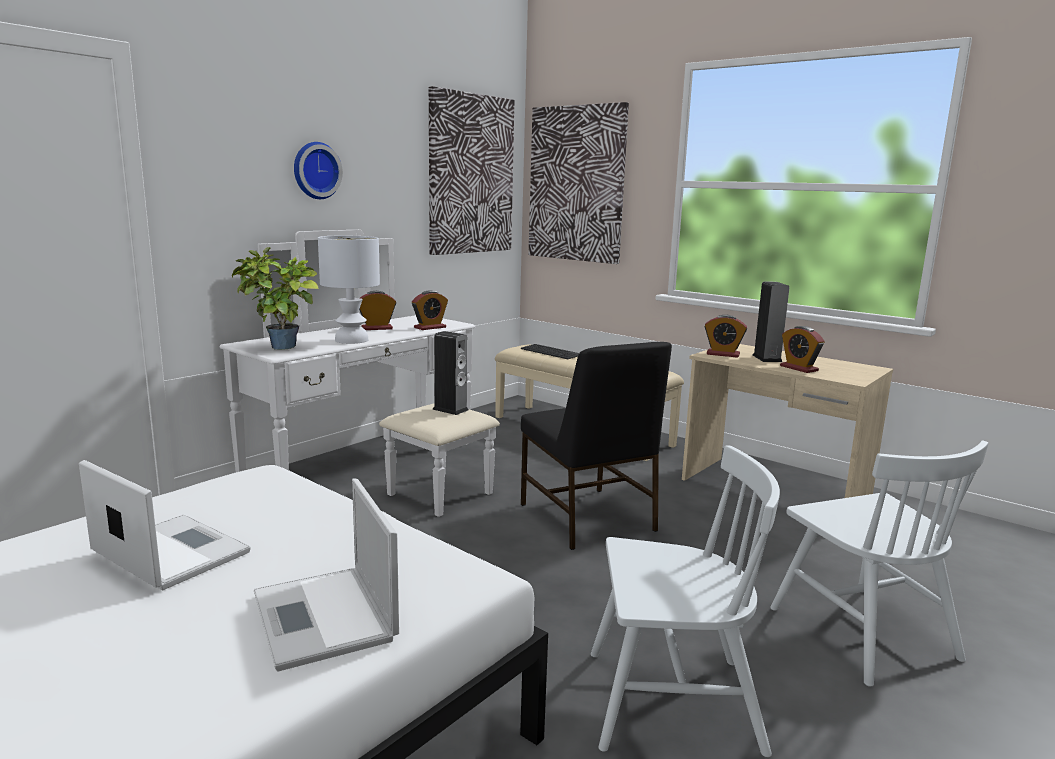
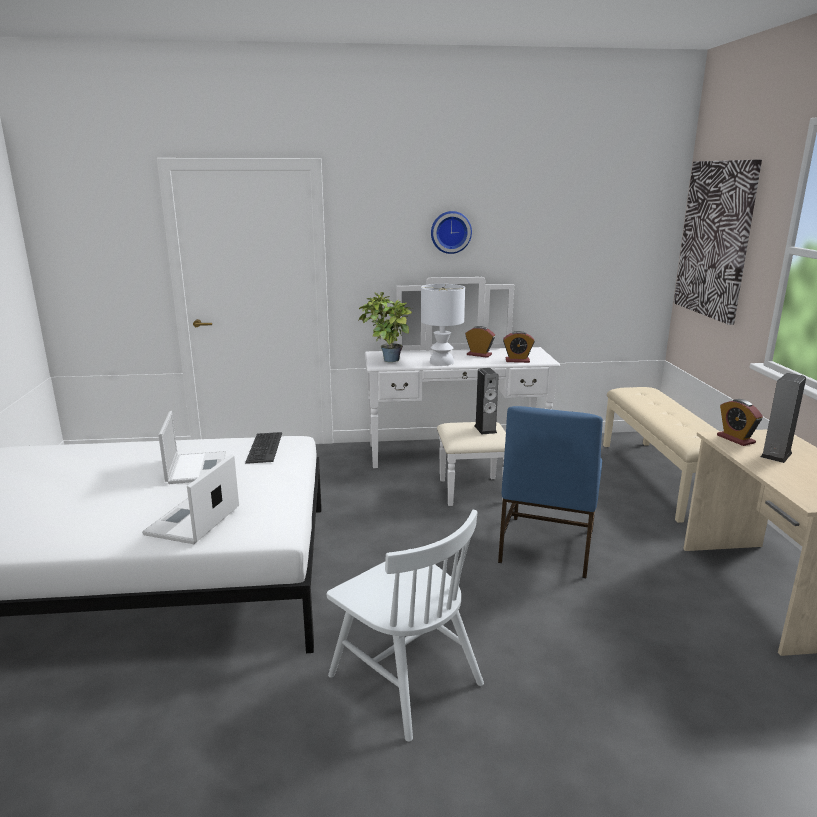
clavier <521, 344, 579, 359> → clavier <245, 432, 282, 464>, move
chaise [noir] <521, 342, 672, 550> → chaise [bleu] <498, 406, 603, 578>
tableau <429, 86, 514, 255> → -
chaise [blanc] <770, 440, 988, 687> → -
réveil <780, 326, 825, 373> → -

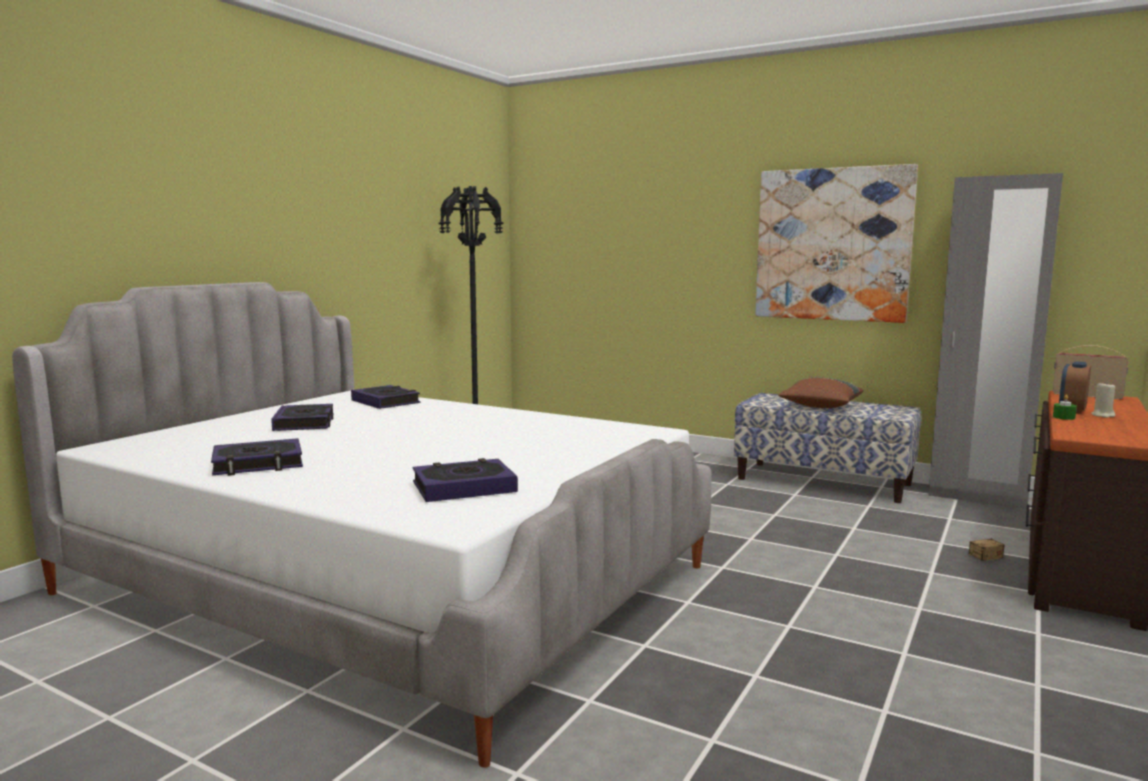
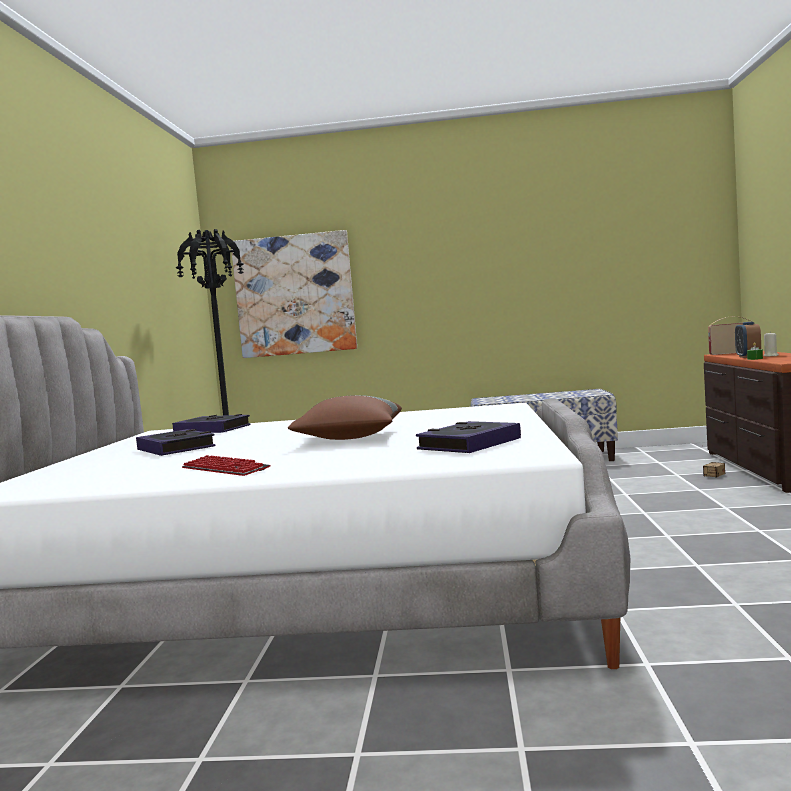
livre <211, 438, 303, 476> → clavier <182, 455, 271, 476>
tableau <755, 164, 918, 323> → tableau <231, 230, 357, 358>, move
coussin [marron] <778, 377, 863, 408> → coussin [marron] <288, 395, 402, 440>, move
armoire [gris] <928, 173, 1063, 510> → -

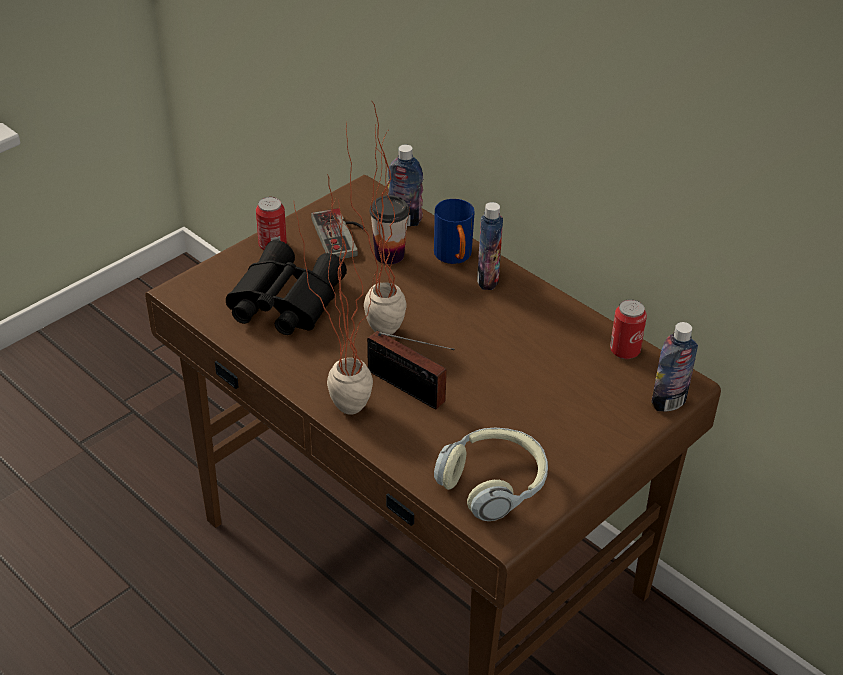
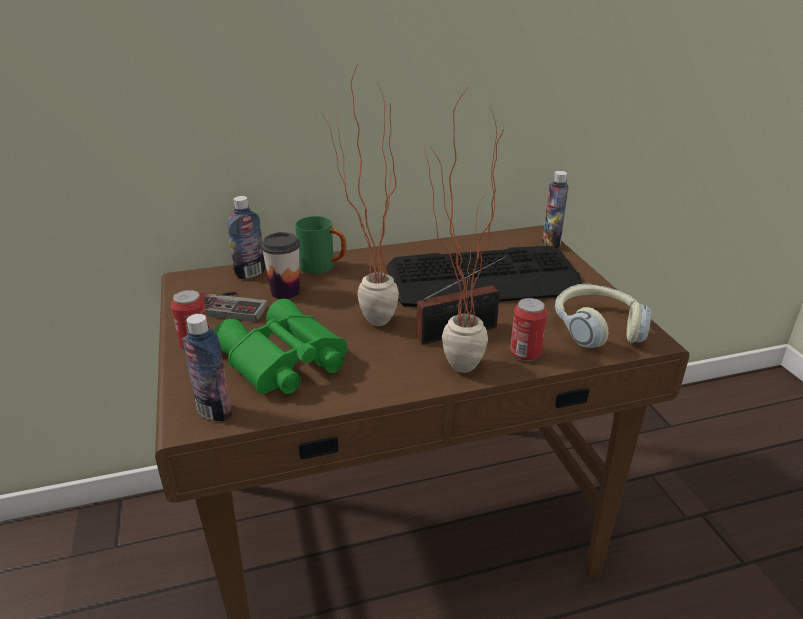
bouteille <477, 202, 503, 290> → bouteille <182, 314, 232, 421>, move
jumelles [noir] <226, 240, 347, 335> → jumelles [vert] <214, 299, 347, 394>
mug [bleu] <434, 199, 475, 264> → mug [vert] <295, 216, 346, 274>
- → clavier <386, 246, 582, 307>
boîte métallique <610, 299, 647, 359> → boîte métallique <510, 298, 547, 361>, move

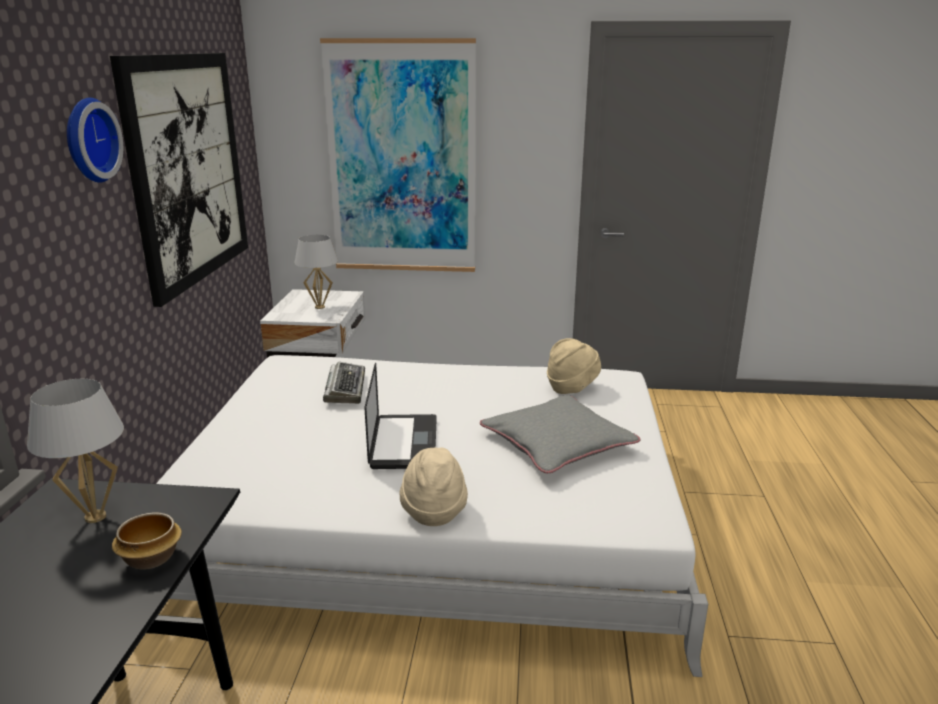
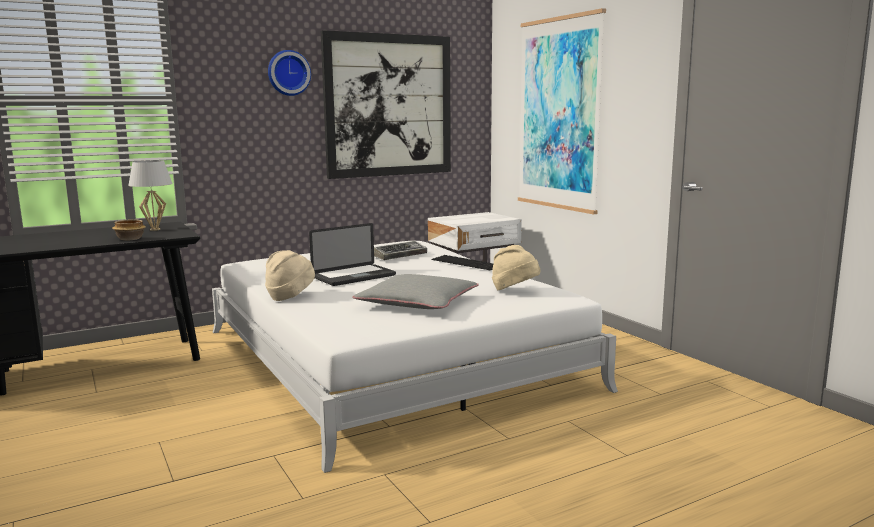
- → clavier <431, 255, 493, 270>
lampe de table [blanc] <294, 235, 338, 309> → -

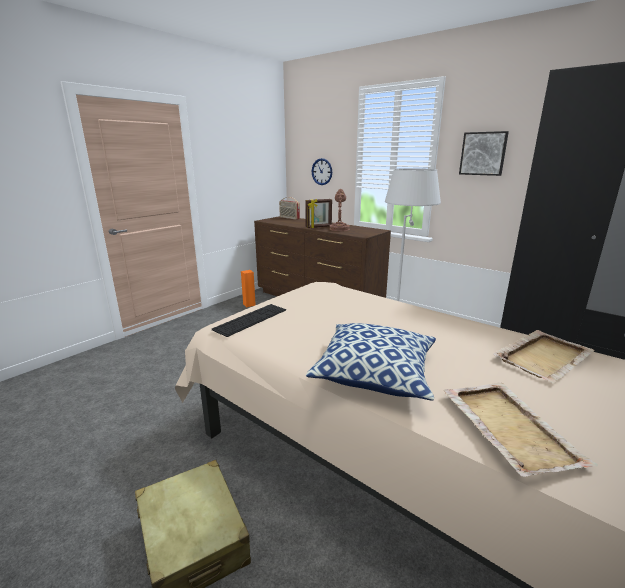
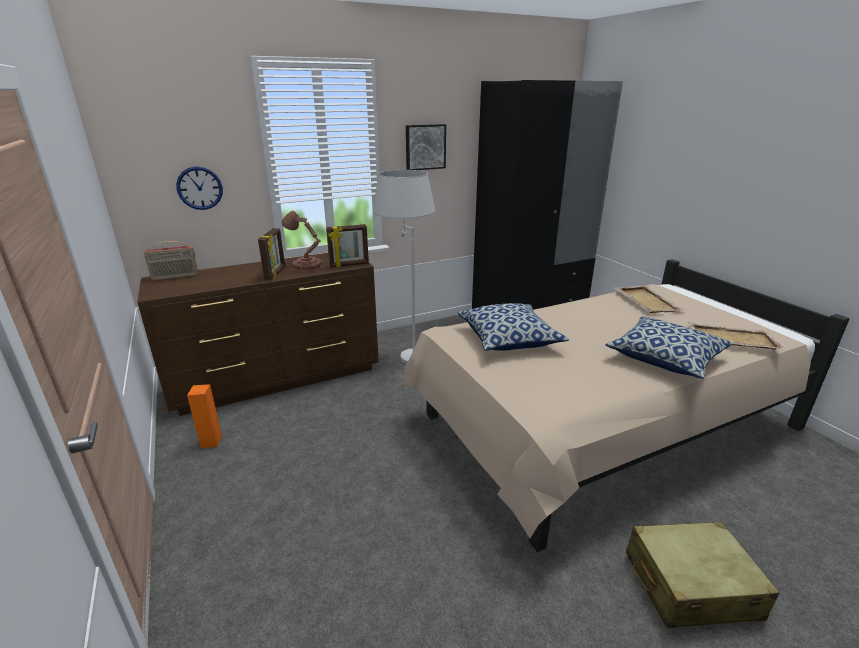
- → cadre photo <326, 224, 369, 267>
- → coussin <458, 303, 569, 351>
clavier <212, 304, 286, 337> → -

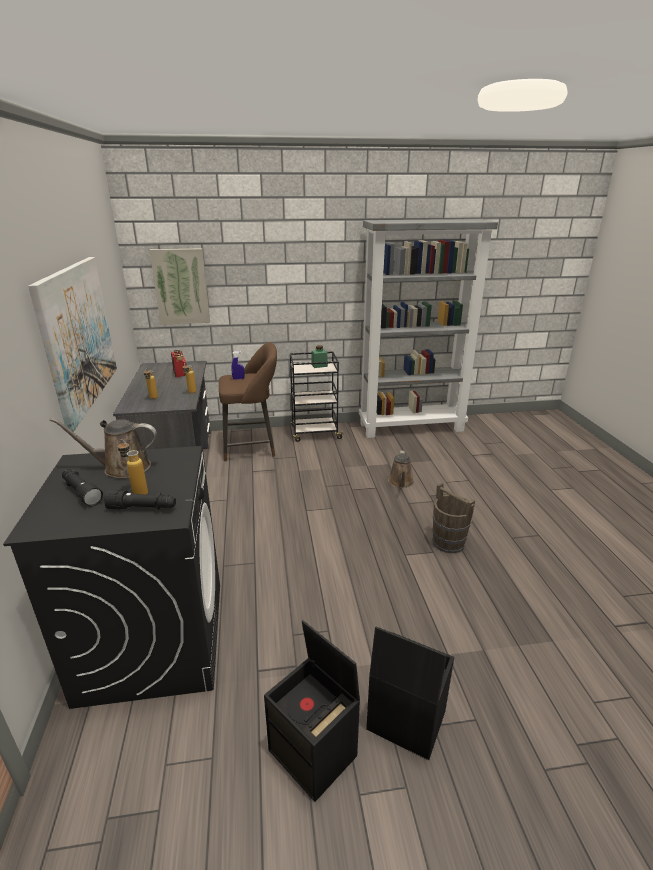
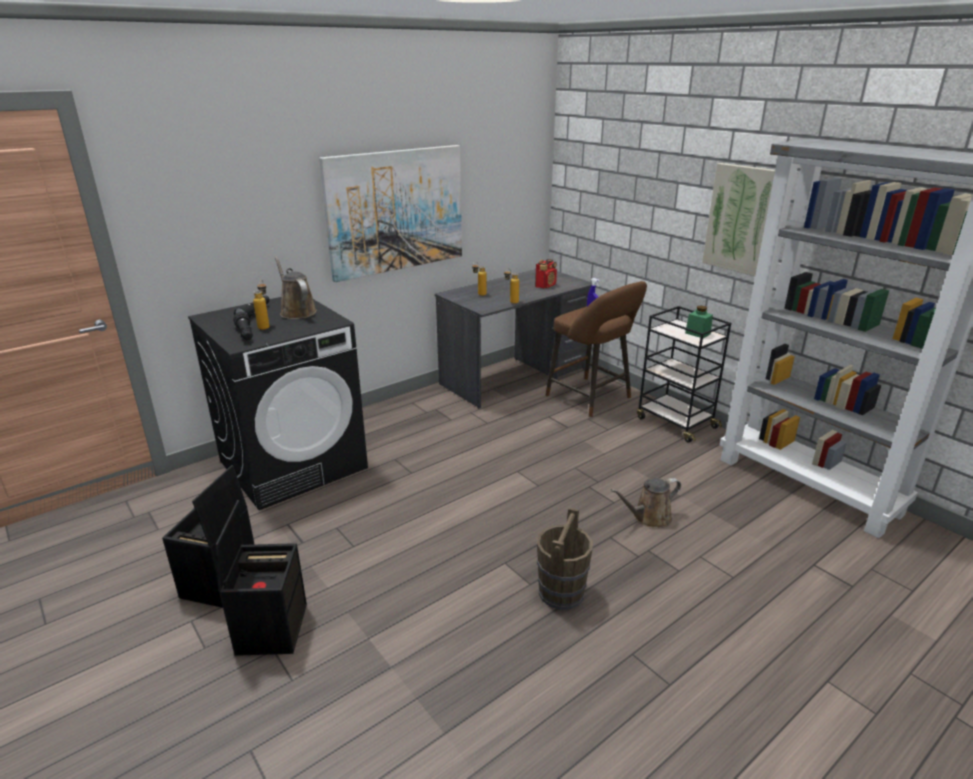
tableau <149, 248, 210, 325> → tableau <702, 163, 775, 276>, move

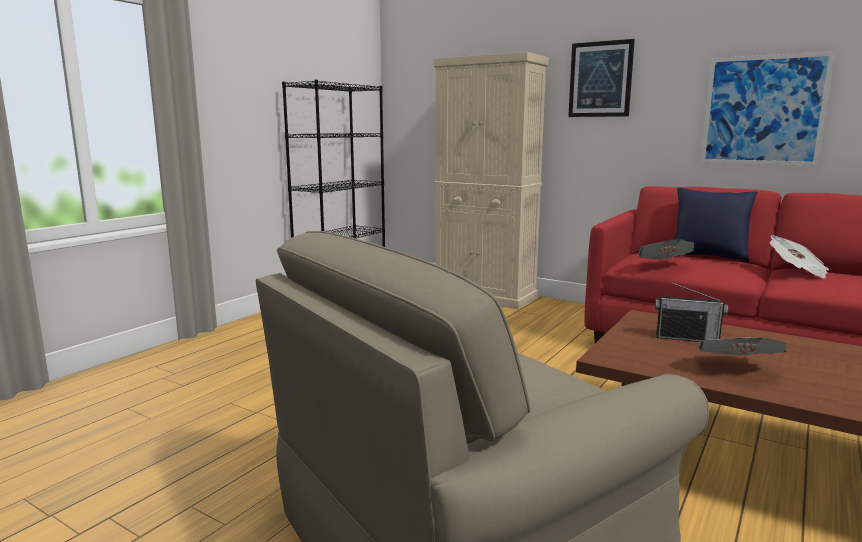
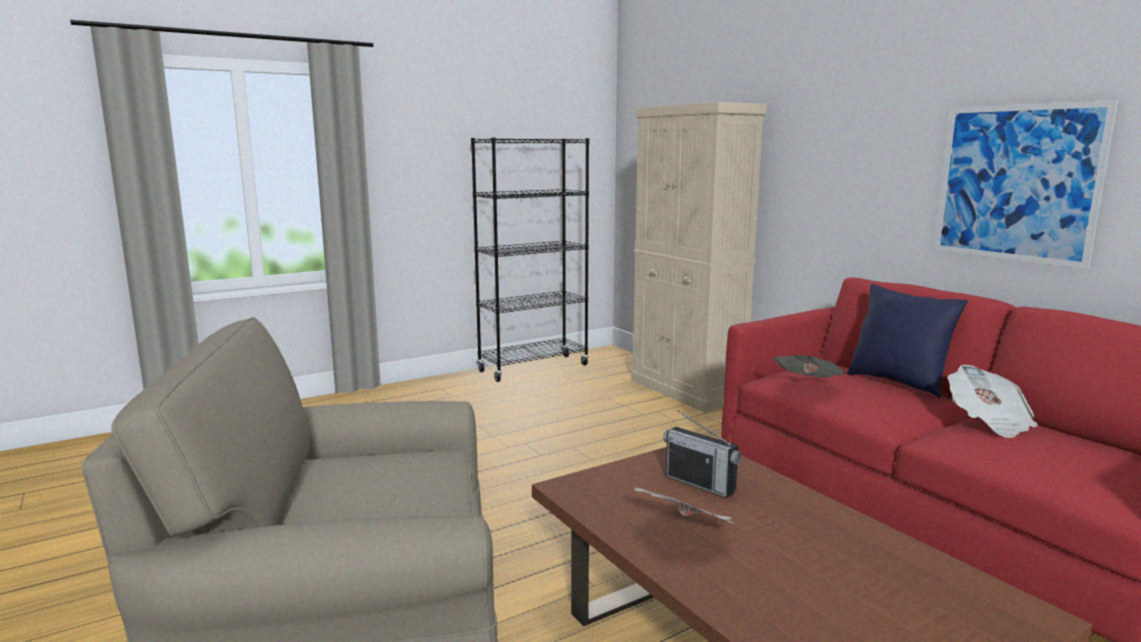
tableau <568, 39, 635, 117> → -

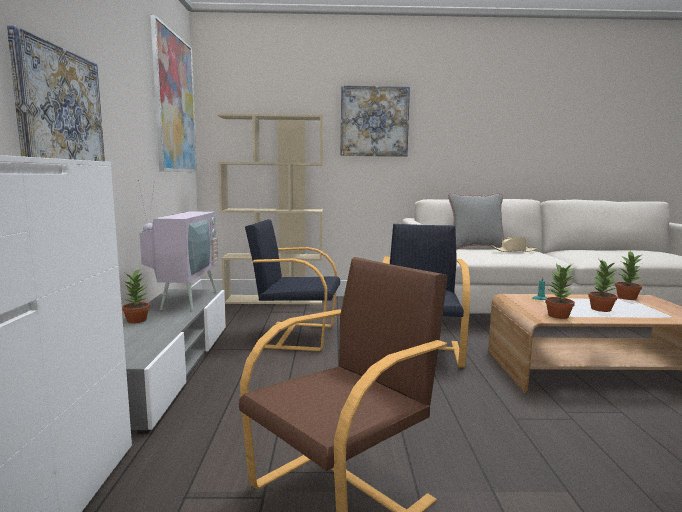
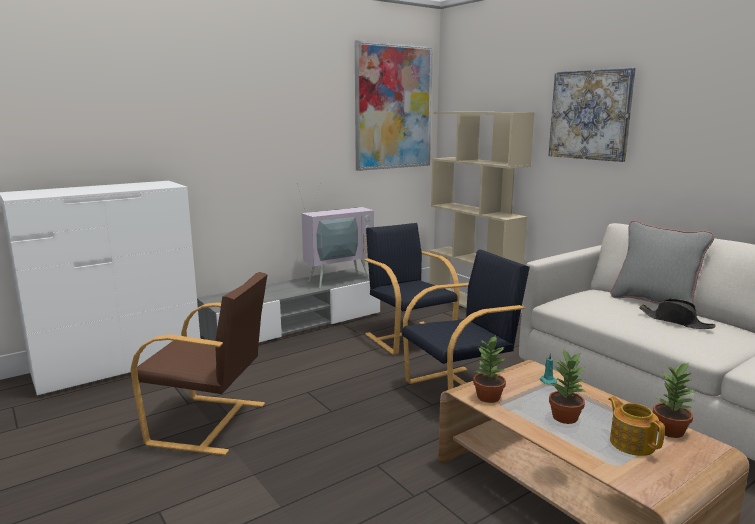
- → théière <608, 396, 665, 456>
chapeau [beige] <491, 237, 537, 252> → chapeau [noir] <639, 299, 716, 329>
tableau <7, 25, 105, 161> → -
plante en pot <122, 270, 150, 323> → -

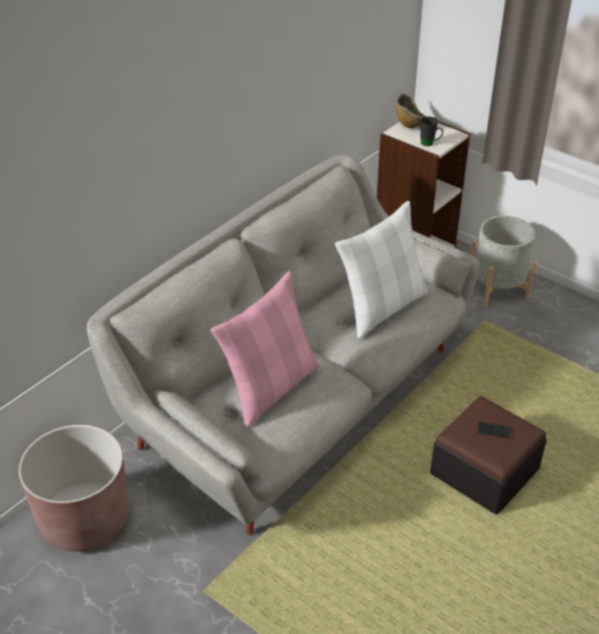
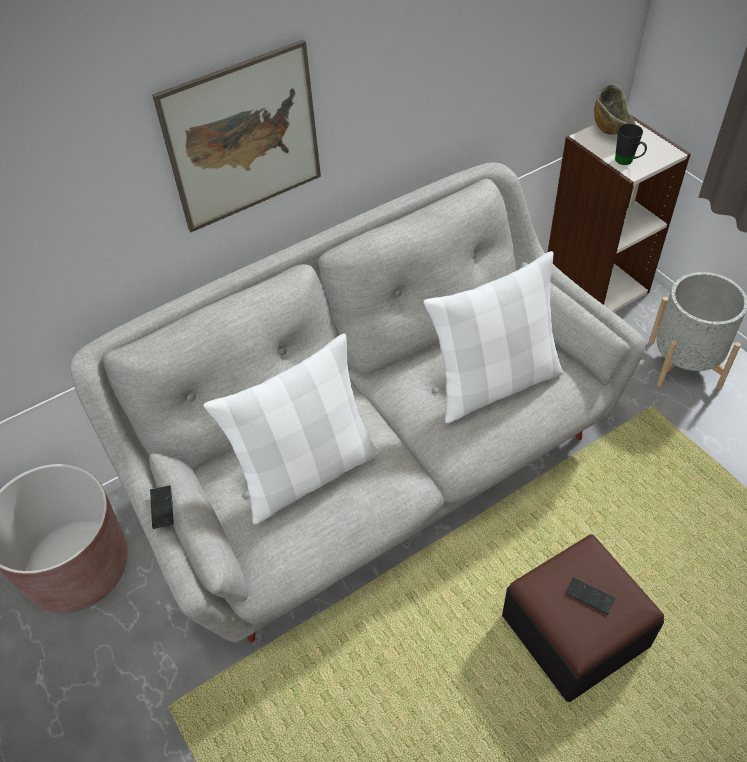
- → téléphone <150, 485, 174, 529>
- → tableau <152, 40, 321, 232>
coussin [rose] <211, 271, 319, 427> → coussin [blanc] <203, 333, 380, 524>

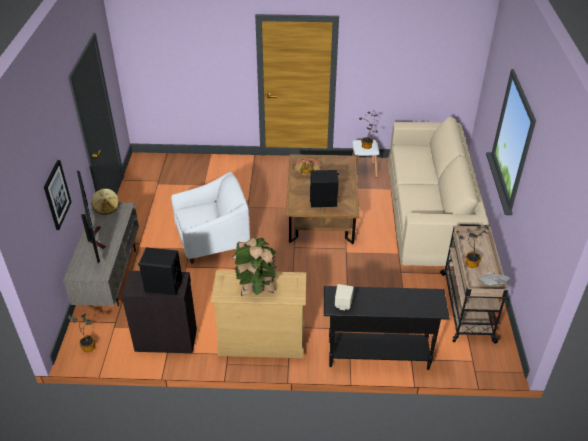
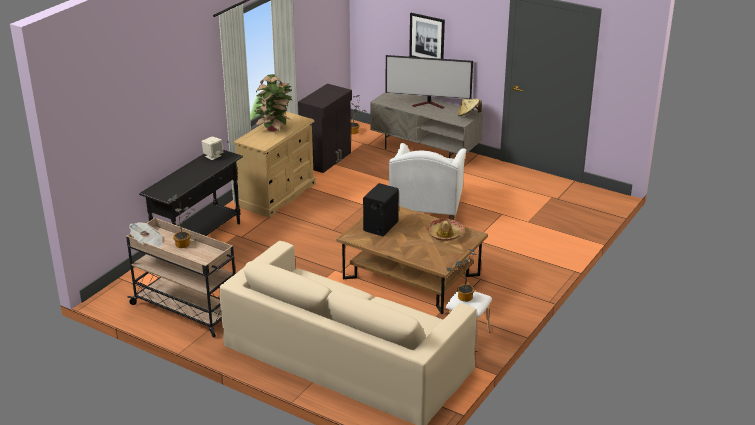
enceinte [noir] <138, 248, 182, 295> → -

